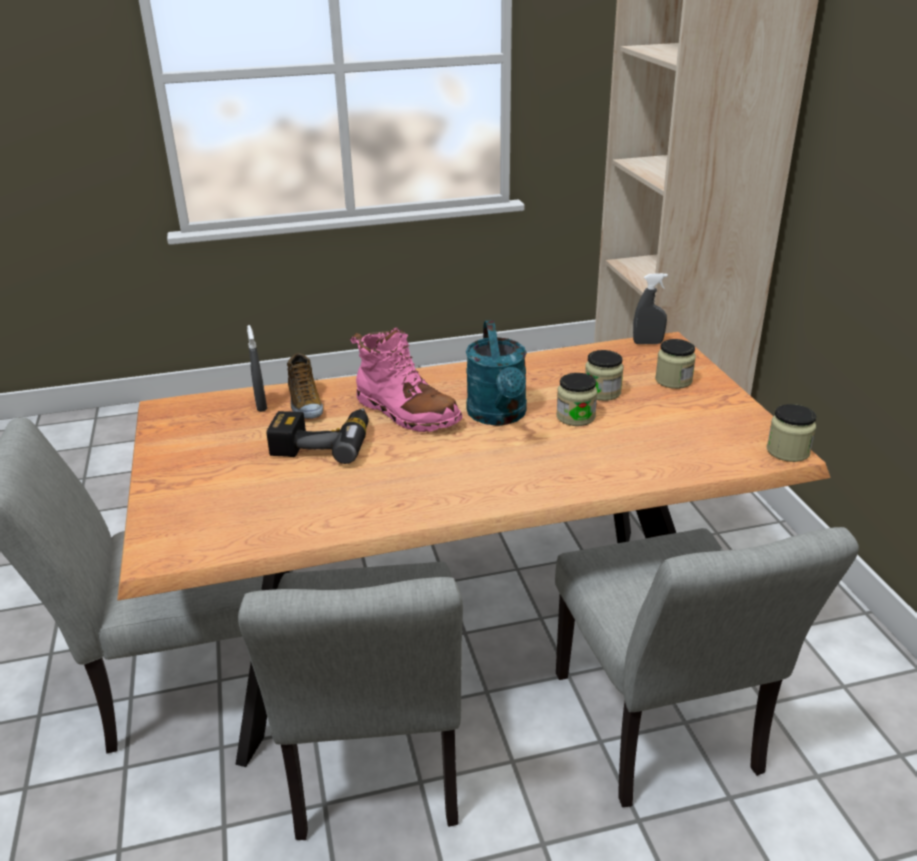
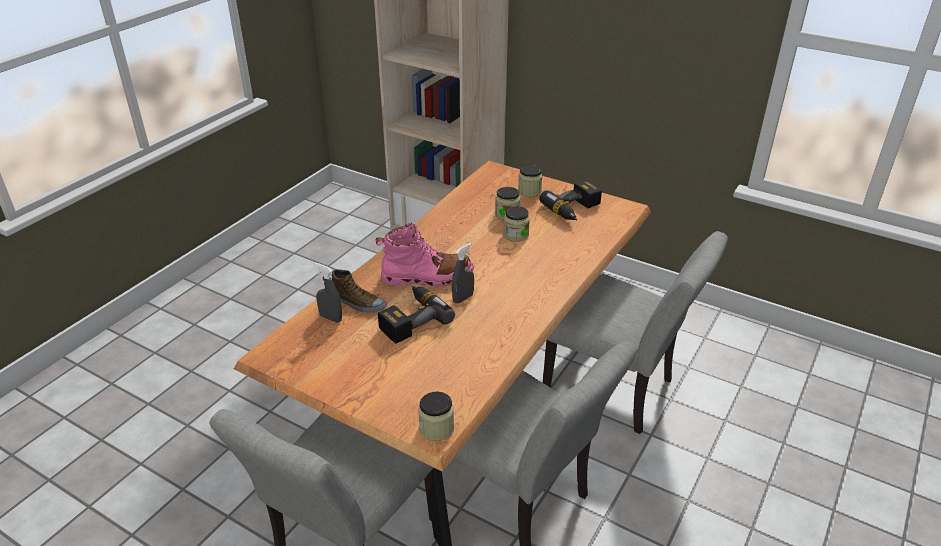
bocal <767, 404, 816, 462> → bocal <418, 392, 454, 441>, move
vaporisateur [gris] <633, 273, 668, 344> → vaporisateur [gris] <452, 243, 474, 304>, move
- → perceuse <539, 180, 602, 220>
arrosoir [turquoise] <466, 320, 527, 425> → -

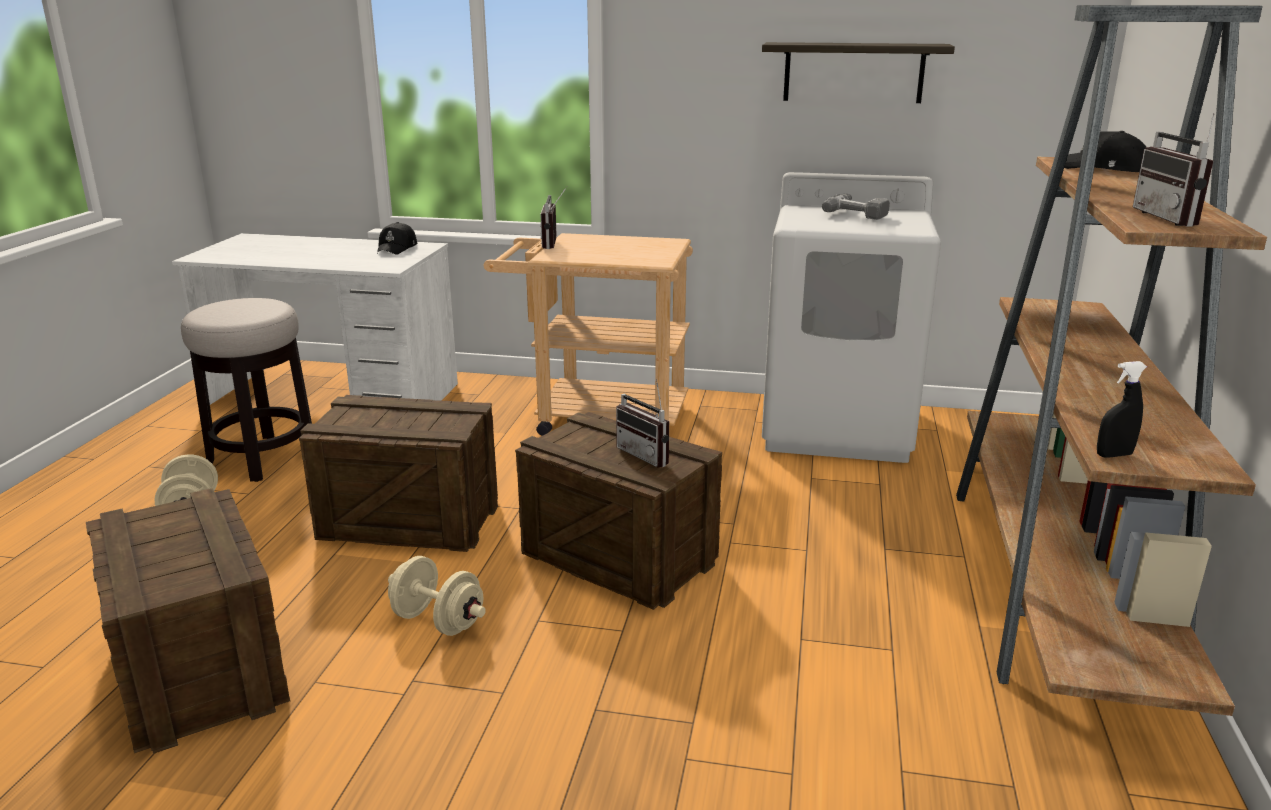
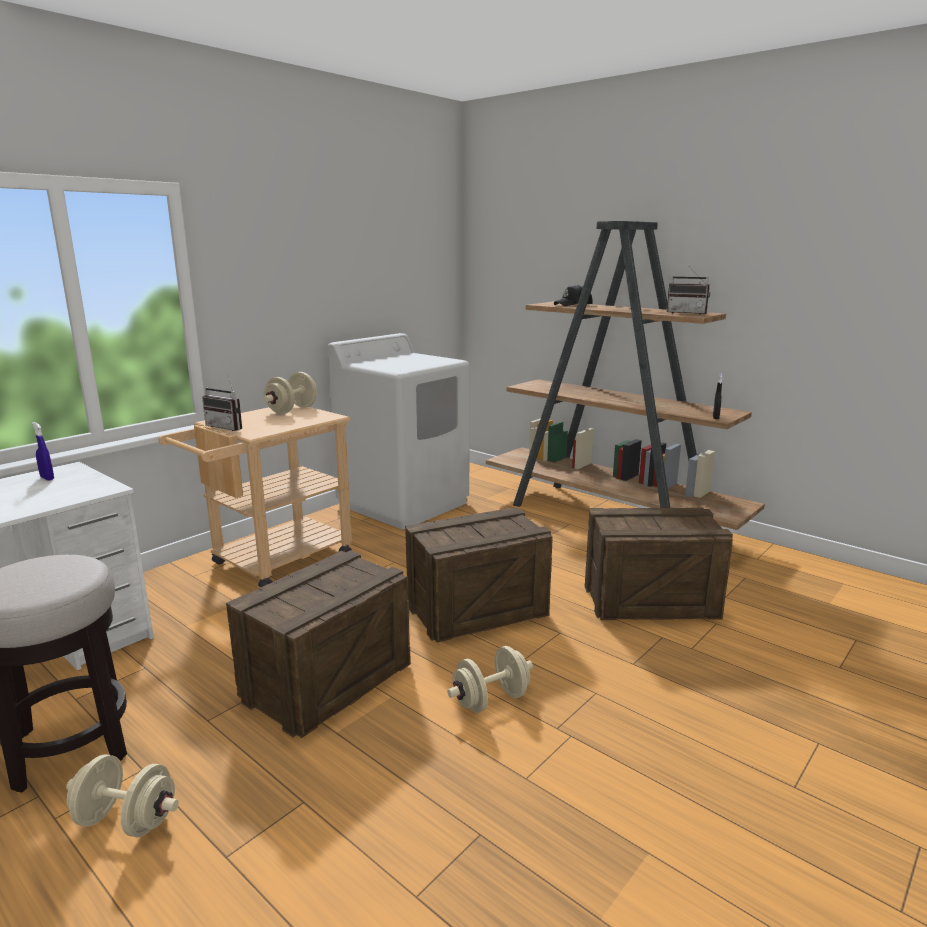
casquette [noir] <377, 222, 417, 255> → vaporisateur [bleu] <32, 422, 54, 481>
- → haltère [beige] <264, 372, 317, 414>
caisse <86, 488, 290, 754> → caisse <585, 507, 733, 620>, move
radio <616, 379, 669, 468> → -
étagère <762, 42, 955, 103> → -
perceuse <822, 194, 890, 220> → -

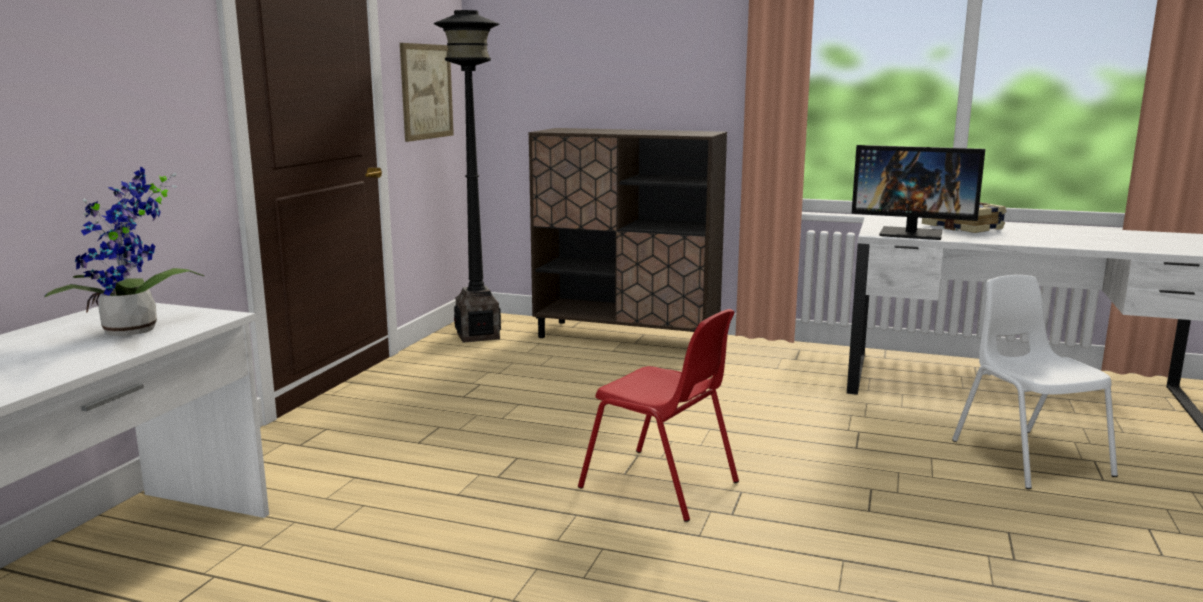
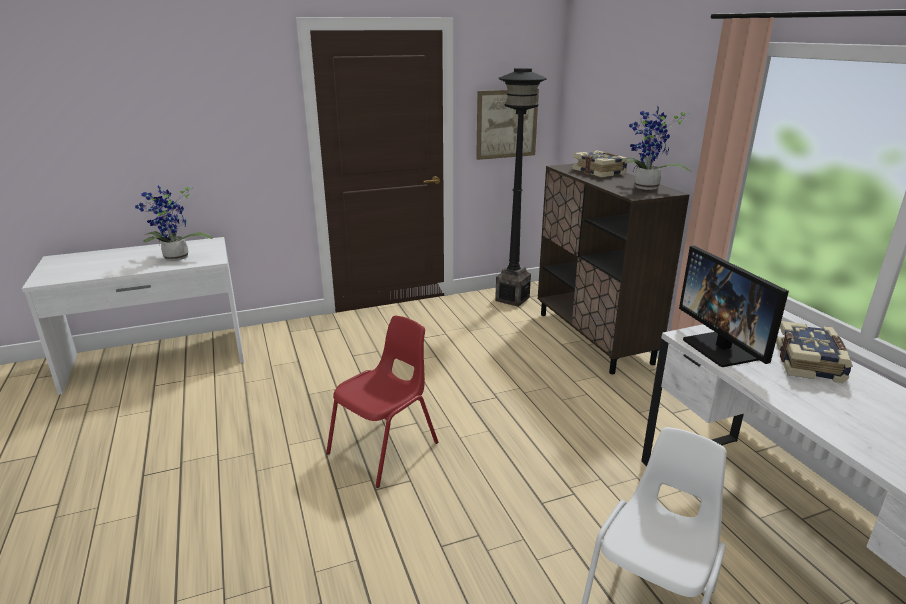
chaise [rouge] <578, 309, 739, 522> → chaise [rouge] <326, 316, 438, 488>, 135 degrees counterclockwise
- → livre <572, 150, 628, 178>
- → plante en pot <622, 106, 691, 190>

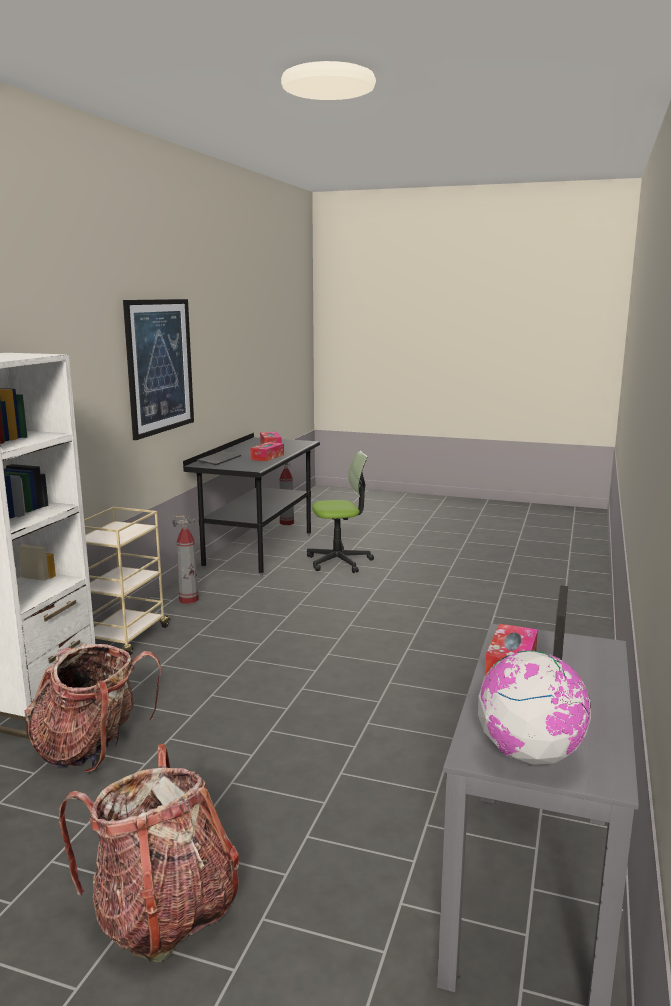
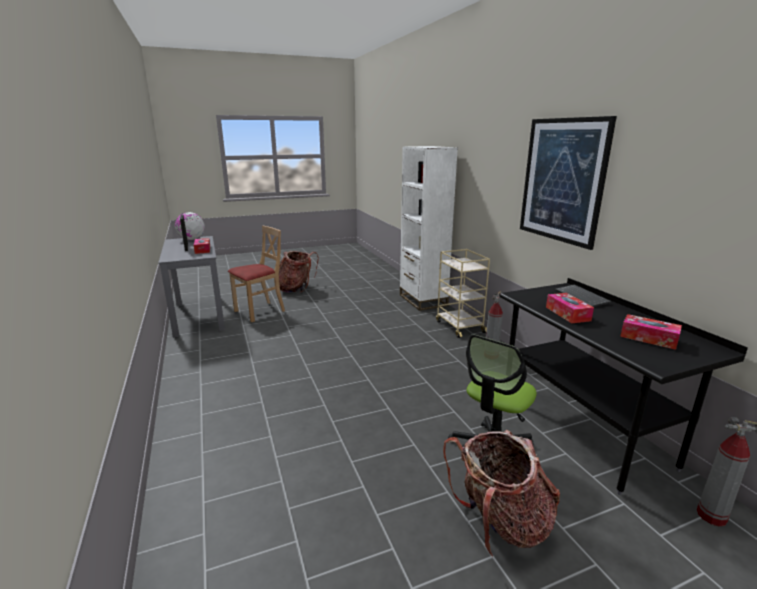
- → chaise [beige] <228, 226, 285, 322>
sac à dos <24, 643, 161, 773> → sac à dos <443, 430, 560, 557>, move

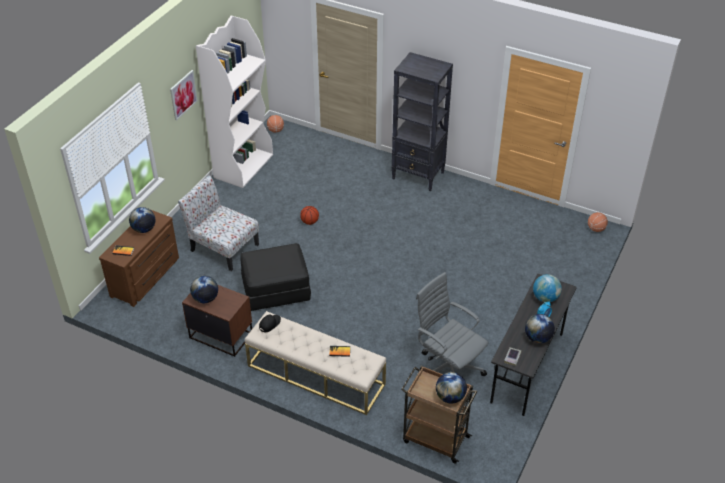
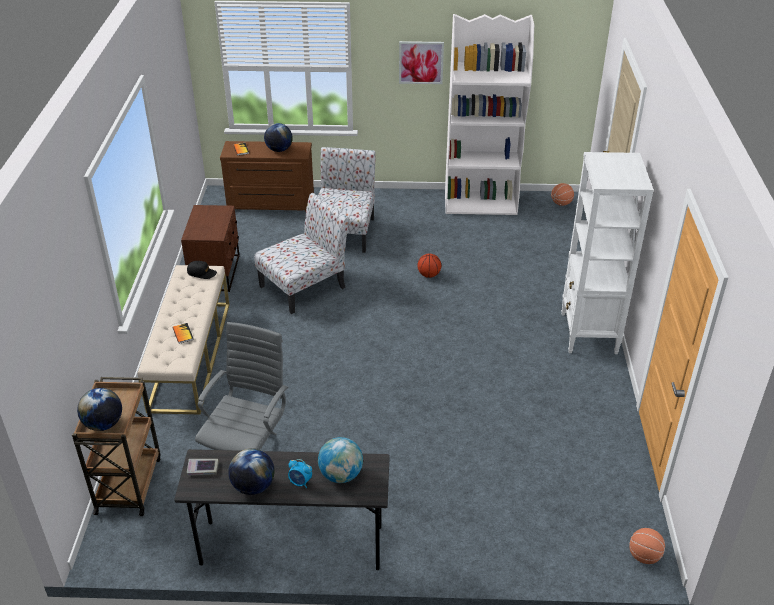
pouf [noir] <240, 243, 311, 311> → chaise <254, 193, 349, 314>
bibliothèque [noir] <391, 52, 453, 191> → bibliothèque [blanc] <561, 152, 653, 354>
globe <190, 276, 218, 303> → -

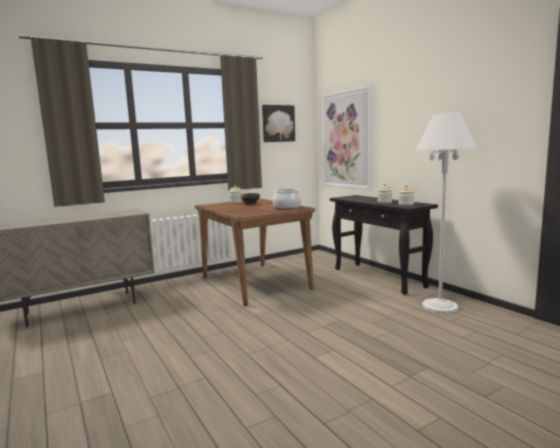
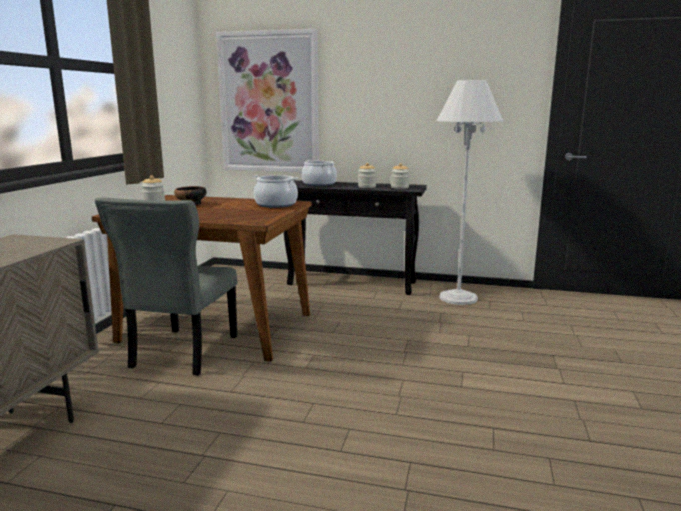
- → chaise [gris] <95, 198, 237, 376>
- → marmite <302, 160, 337, 186>
tableau <262, 105, 295, 142> → -

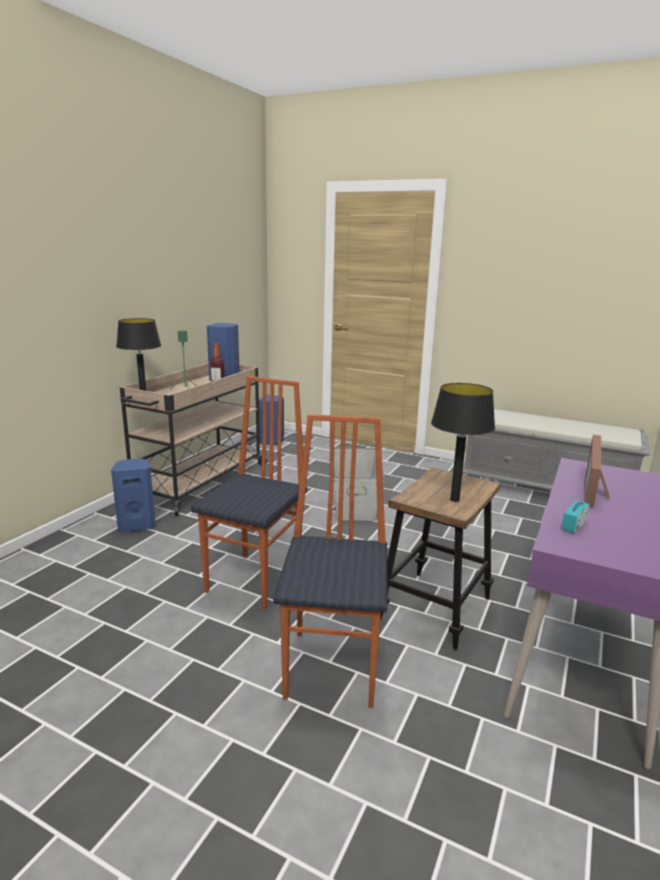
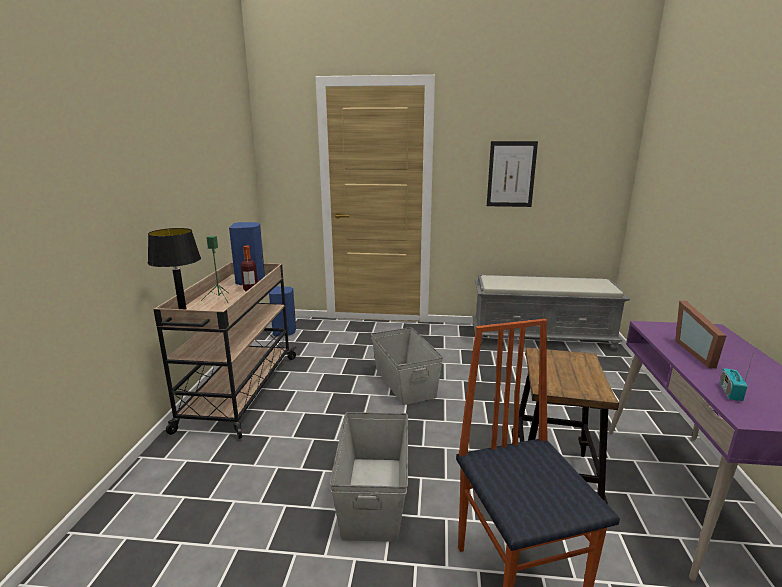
chaise <191, 376, 307, 610> → boîte de rangement [gris] <329, 412, 408, 542>
- → tableau <487, 141, 538, 207>
enceinte [bleu] <111, 458, 156, 532> → -
lampe de table [noir] <431, 383, 495, 502> → -

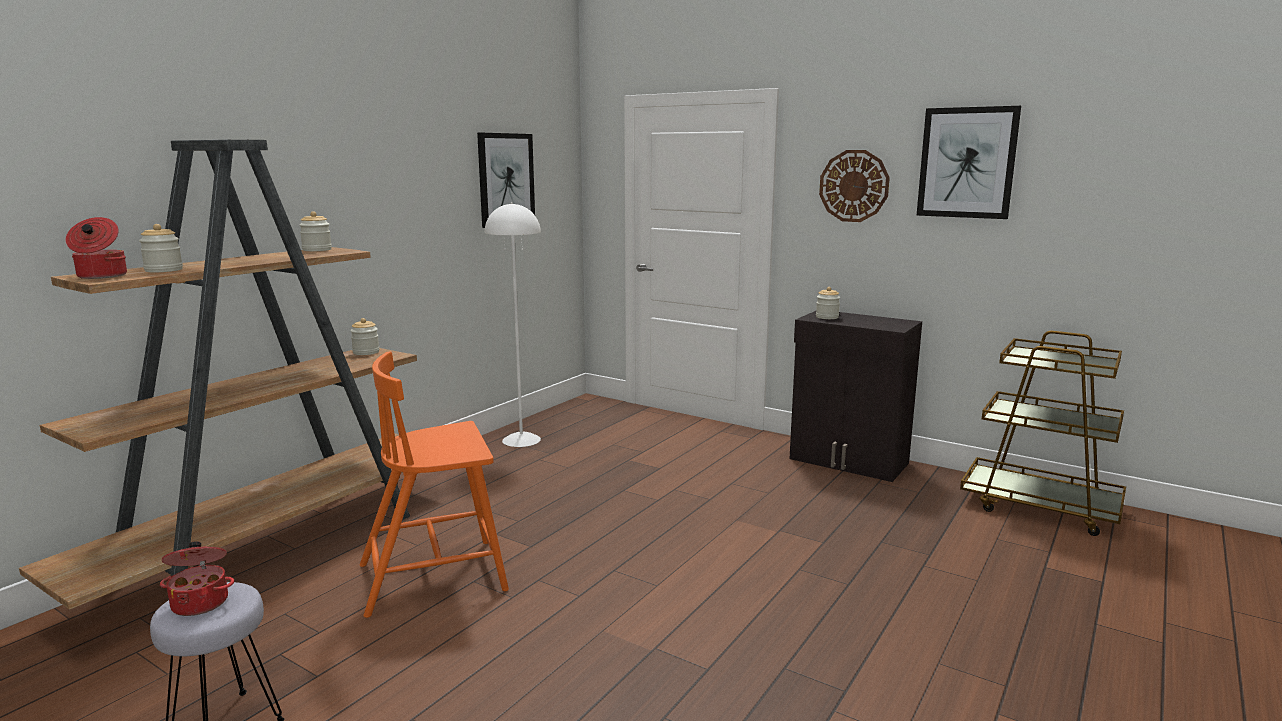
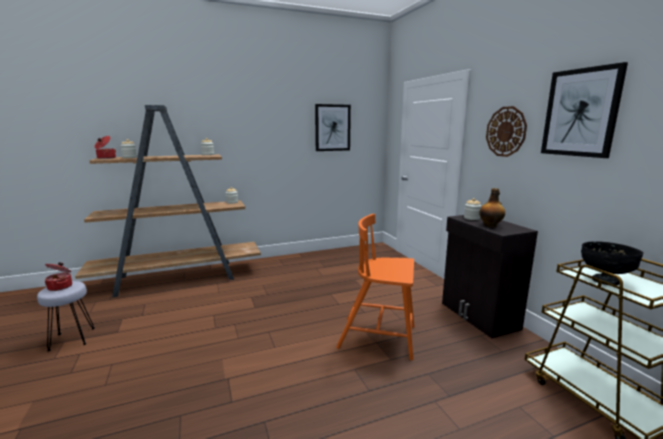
chaise [orange] <360, 352, 509, 618> → chaise [orange] <336, 214, 415, 360>, move
- → bouteille <479, 188, 505, 227>
- → bol [noir] <581, 241, 644, 285>
lampadaire [blanc] <485, 202, 541, 447> → -

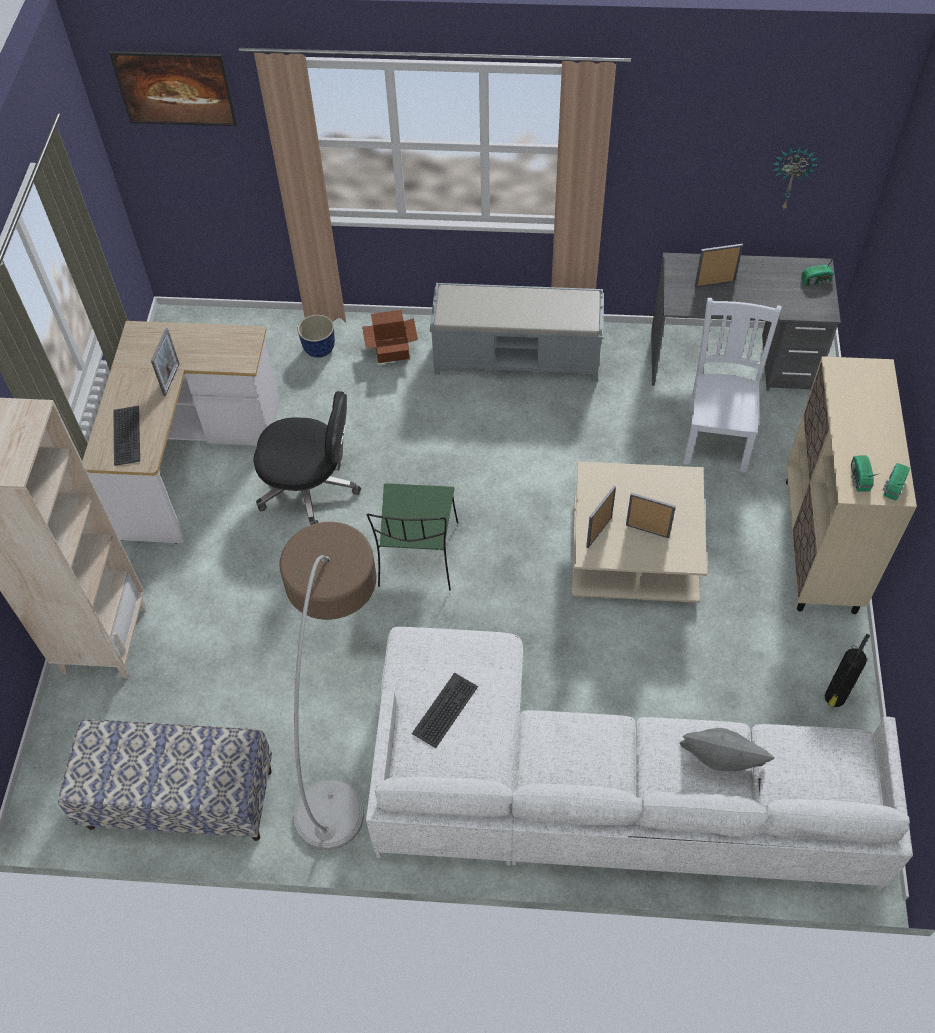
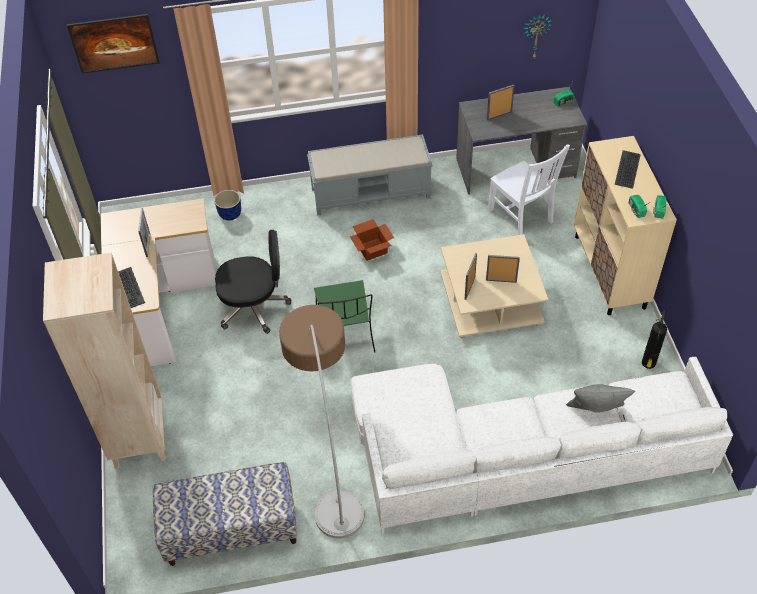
carton <362, 310, 418, 363> → carton <350, 219, 394, 261>, move
chaise [blanc] <683, 298, 782, 472> → chaise [blanc] <488, 144, 570, 235>, 150 degrees clockwise
clavier <412, 673, 478, 748> → clavier <615, 150, 641, 189>, move

